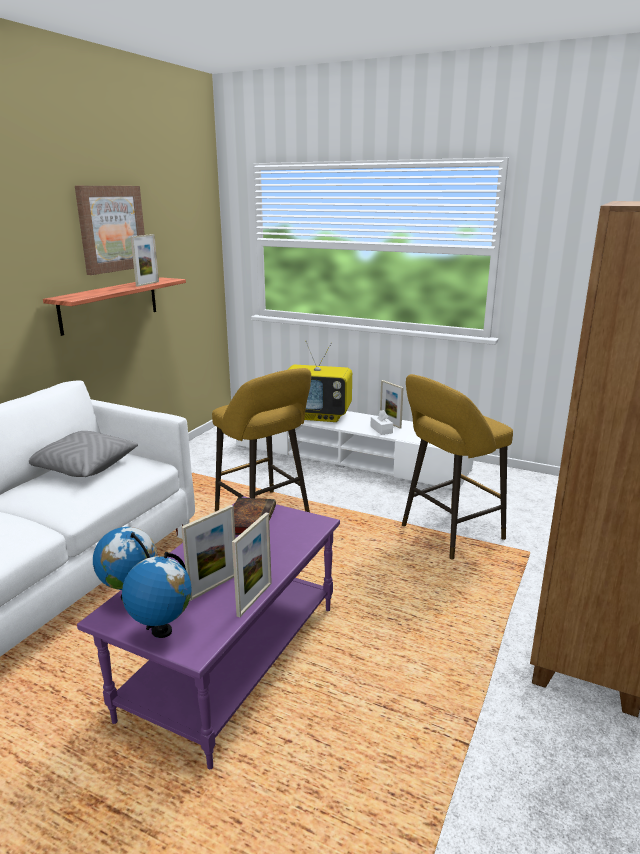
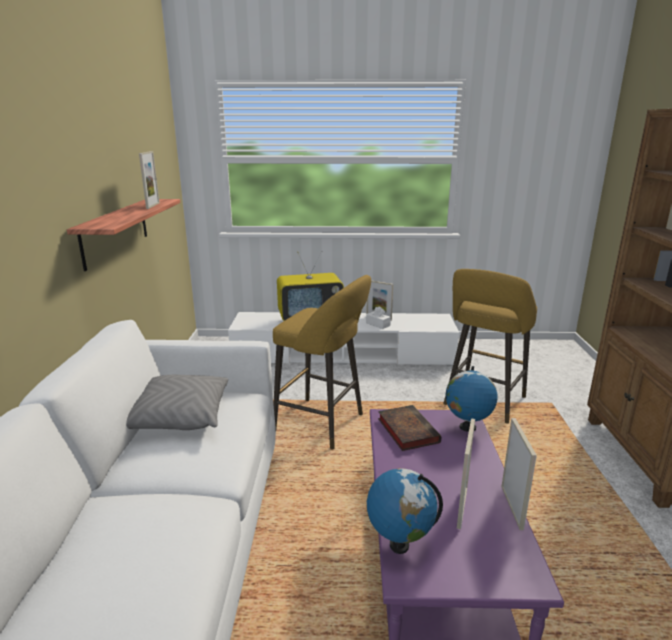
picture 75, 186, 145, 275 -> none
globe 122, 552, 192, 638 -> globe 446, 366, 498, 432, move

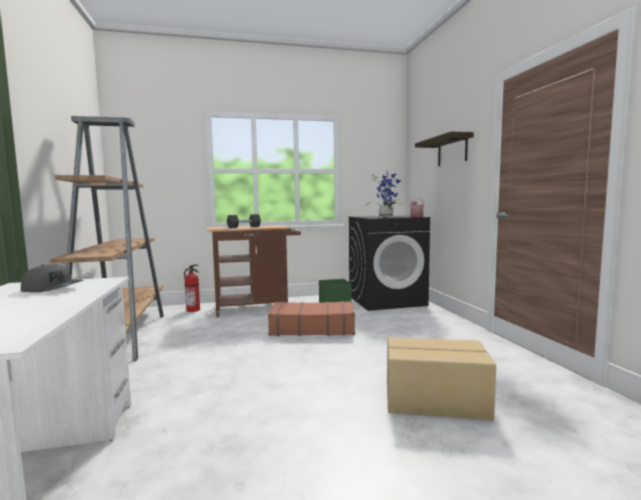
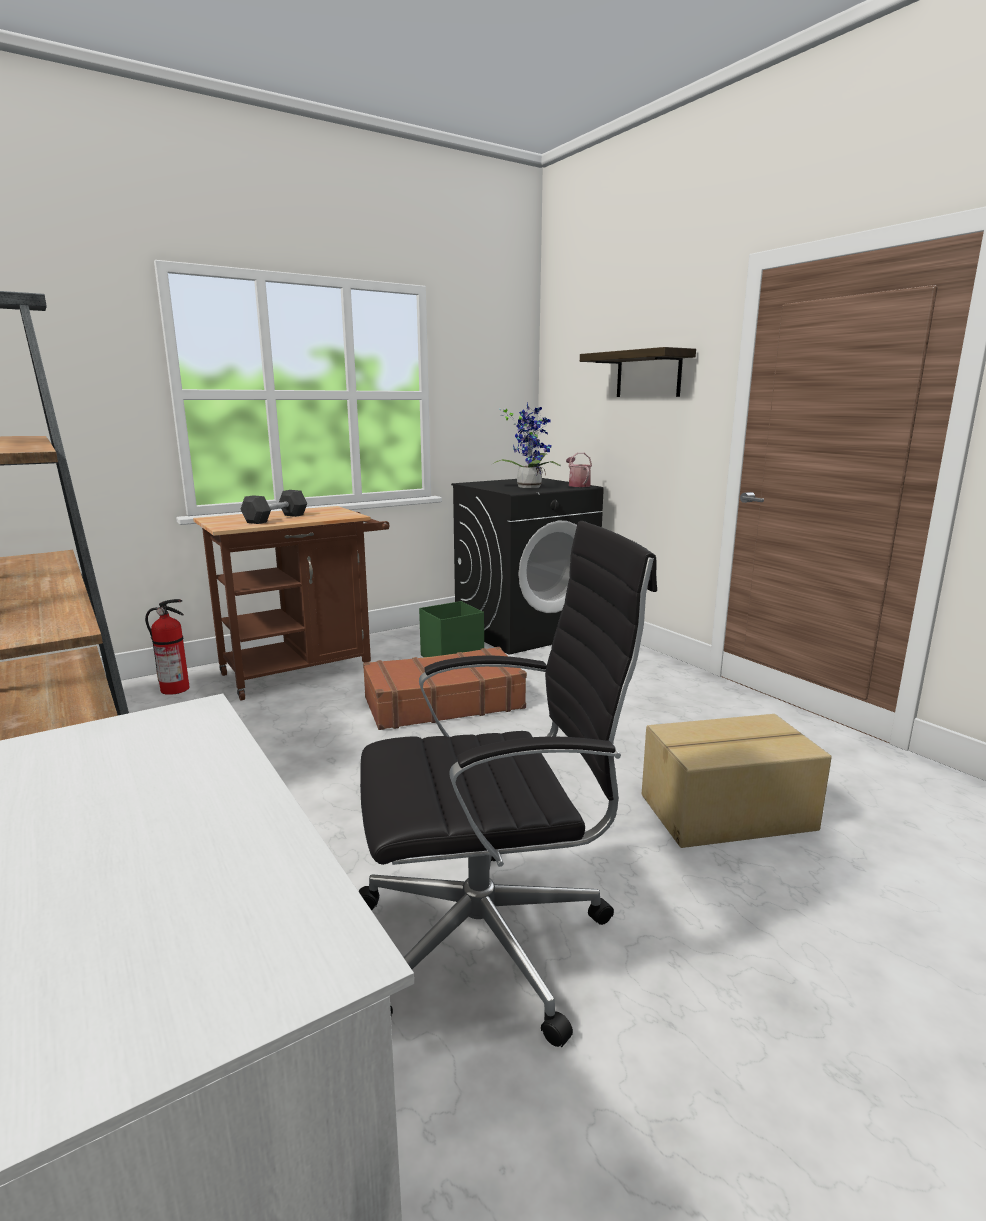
grey cap 21, 264, 83, 292 -> none
none -> black office chair 359, 521, 657, 1047

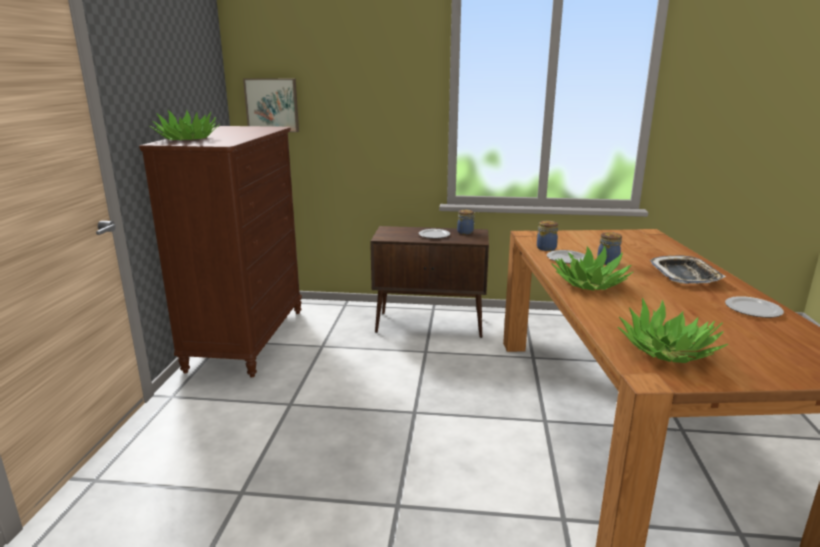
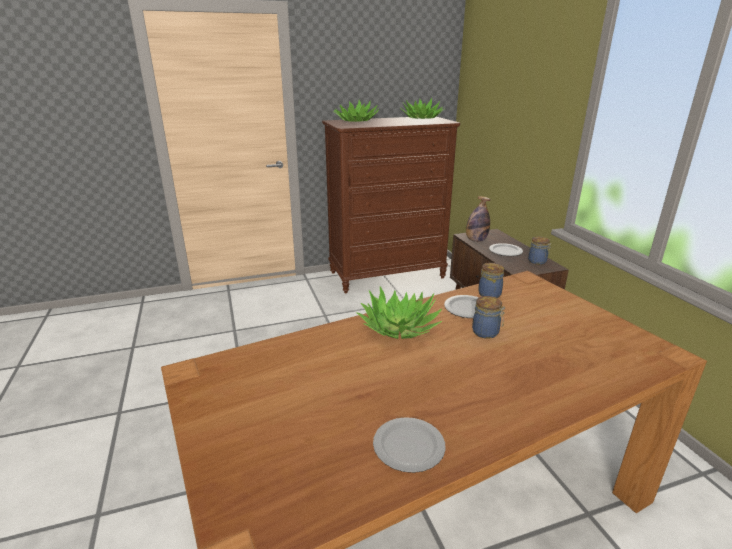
picture 243, 78, 299, 132 -> none
tray 650, 256, 726, 284 -> none
potted plant 617, 298, 728, 363 -> potted plant 401, 98, 444, 119, move
none -> bottle 466, 196, 491, 242

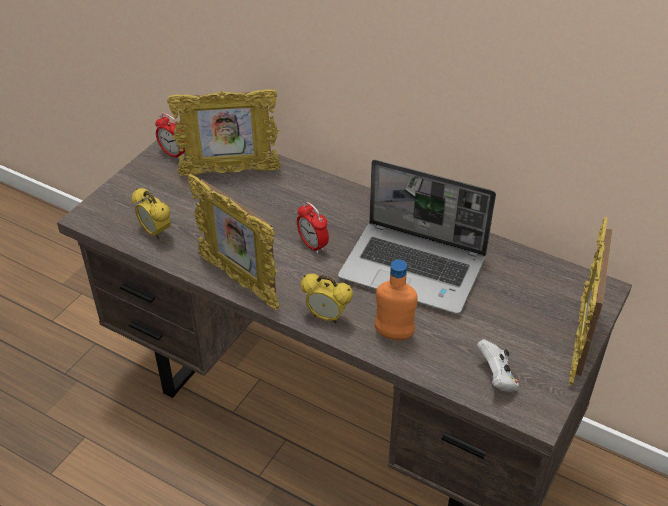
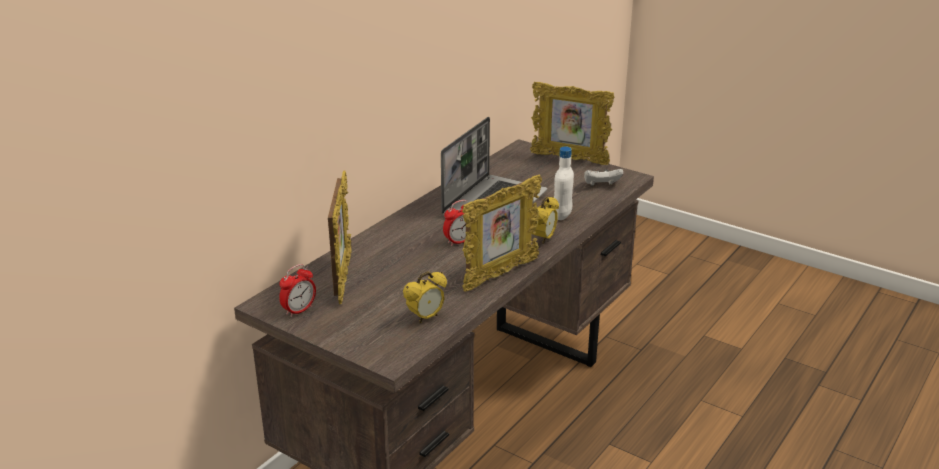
orange bottle 375, 260, 418, 340 -> white bottle 554, 146, 574, 220

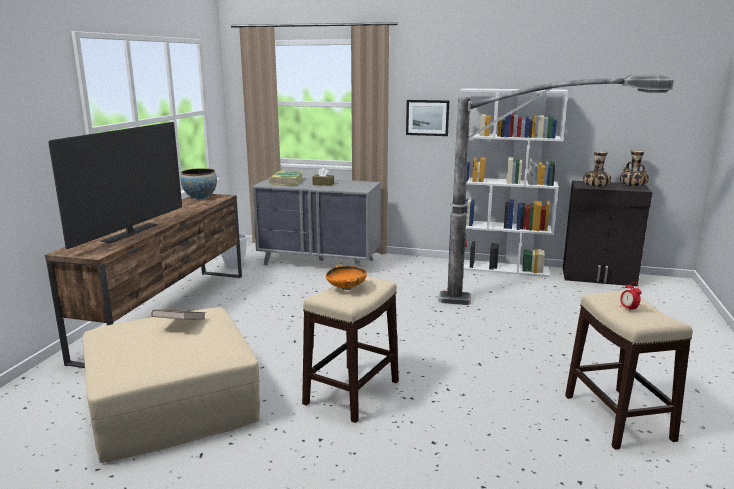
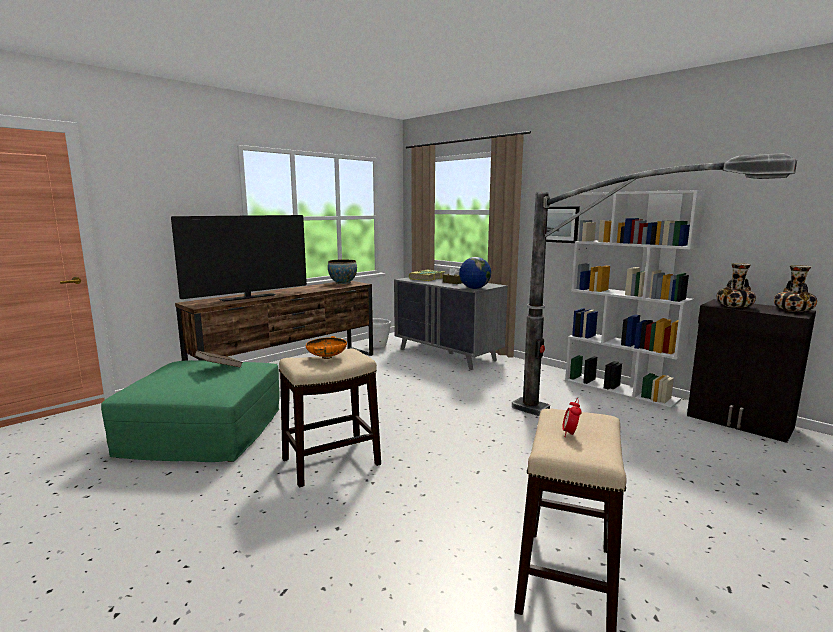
beige ottoman 83, 307, 260, 463 -> green ottoman 101, 360, 280, 462
none -> globe 459, 257, 491, 289

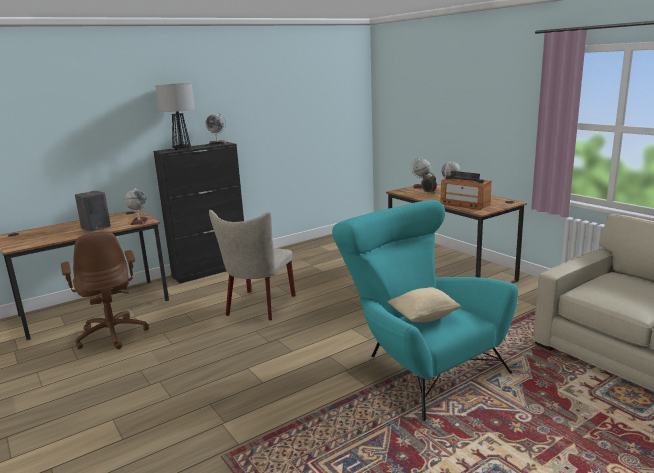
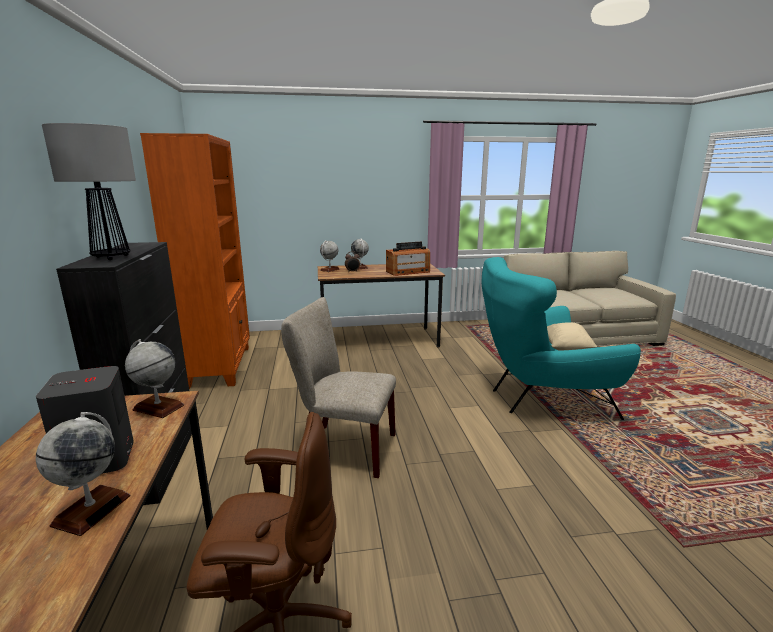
globe 205, 113, 226, 145 -> globe 36, 412, 131, 536, move
beige chair 209, 210, 296, 321 -> beige chair 281, 297, 396, 478, 150 degrees clockwise
none -> orange bookcase 140, 133, 250, 389

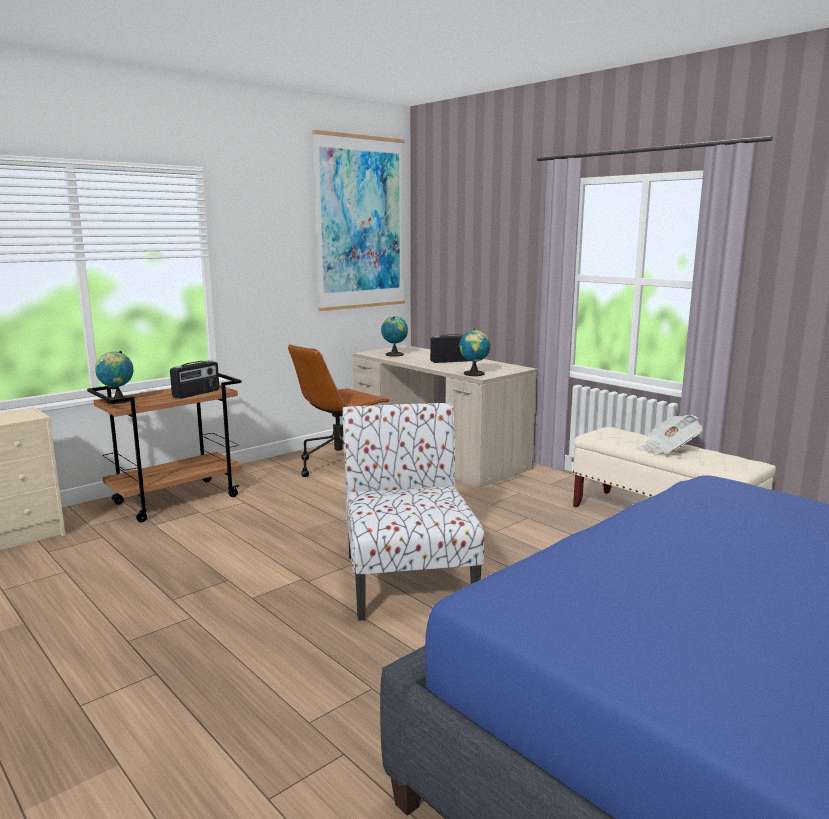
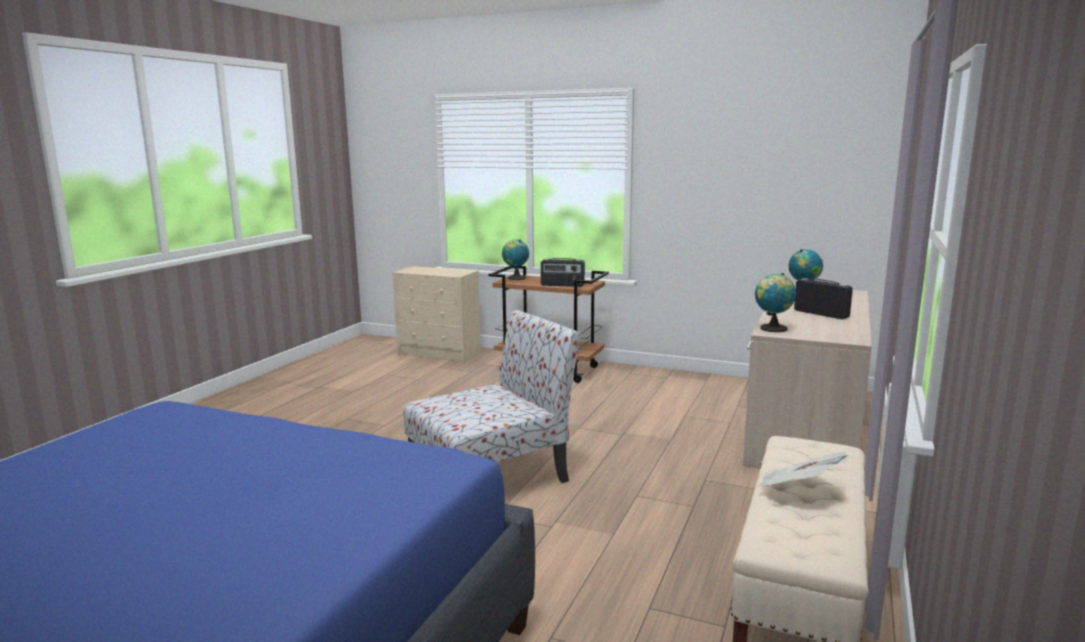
picture 313, 130, 405, 311 -> none
brown office chair 288, 344, 391, 477 -> none

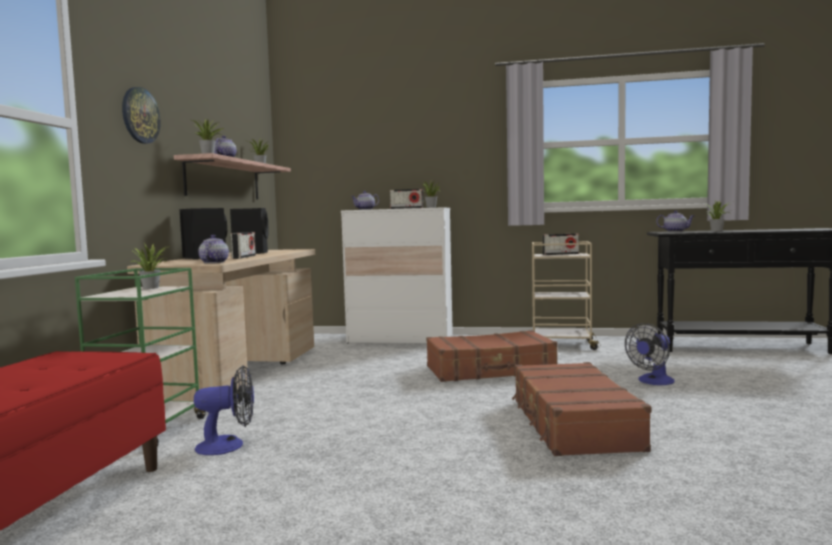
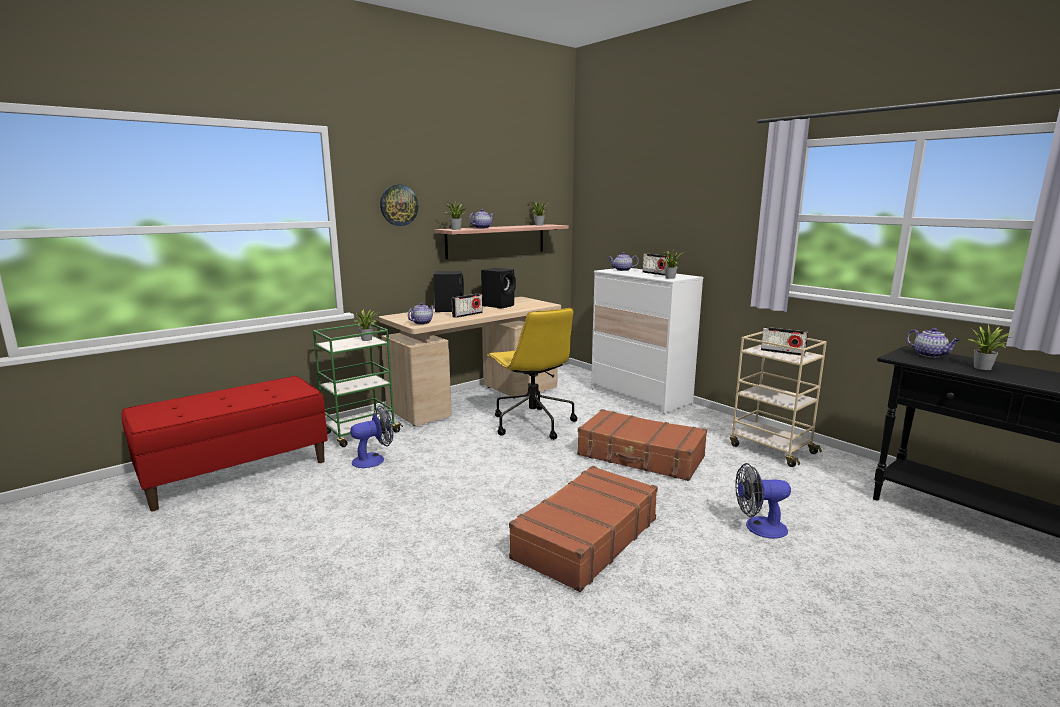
fan 194, 365, 254, 455 -> fan 350, 406, 393, 468, 60 degrees counterclockwise
none -> yellow office chair 487, 308, 577, 440

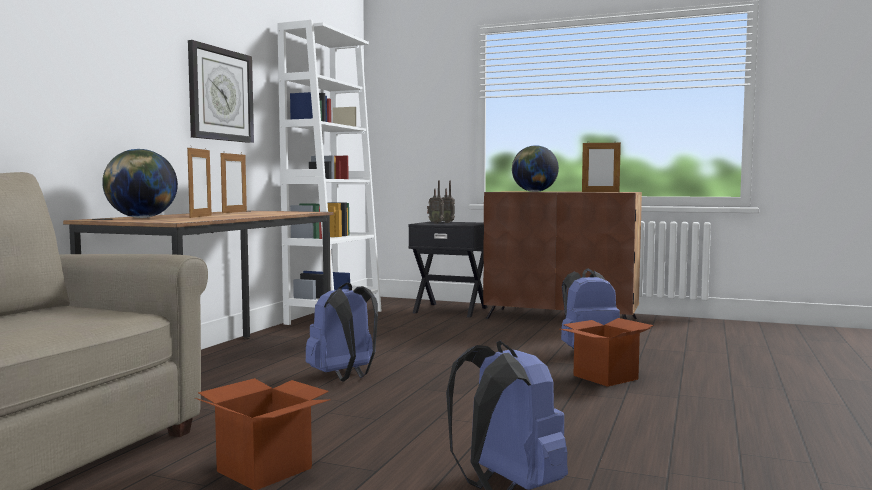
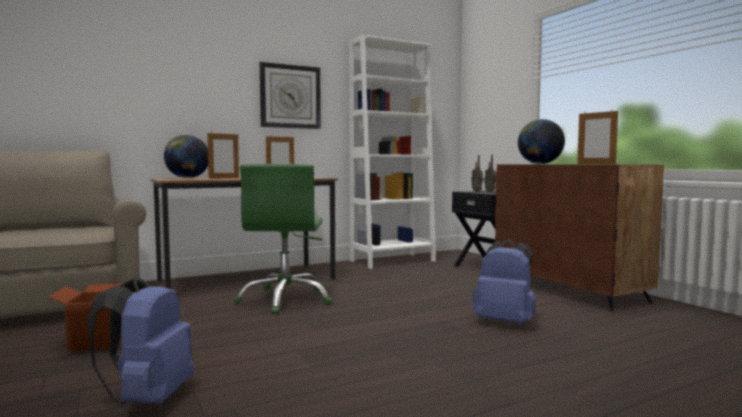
blue backpack 306, 282, 378, 381 -> green office chair 234, 164, 333, 314
cardboard box 560, 318, 654, 387 -> none

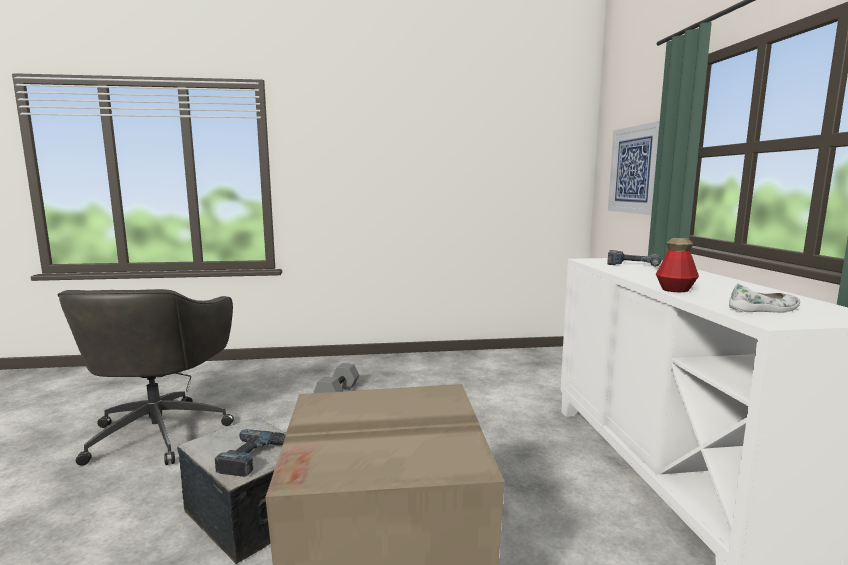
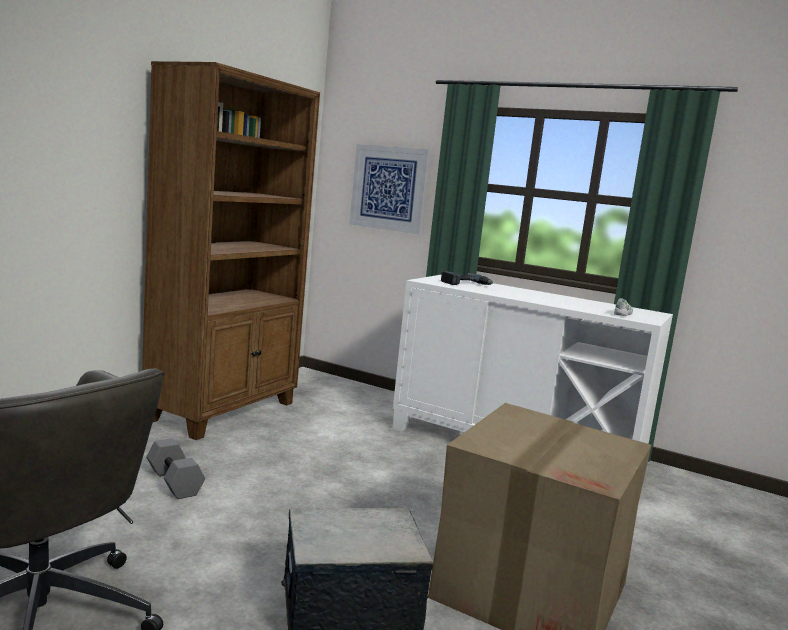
bottle 656, 238, 699, 292 -> none
power drill 215, 429, 286, 477 -> none
none -> brown bookcase 142, 61, 320, 440

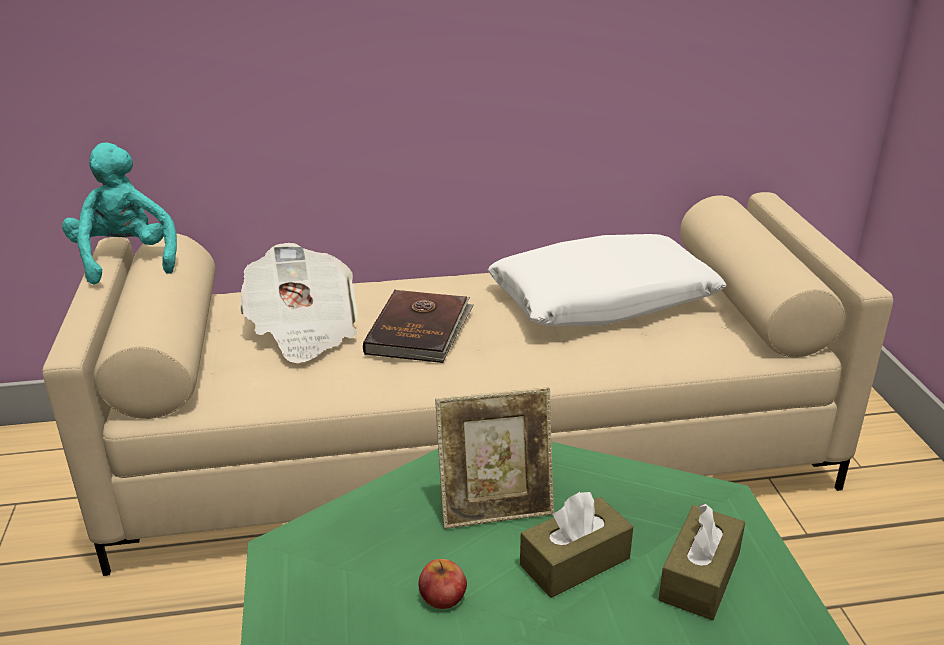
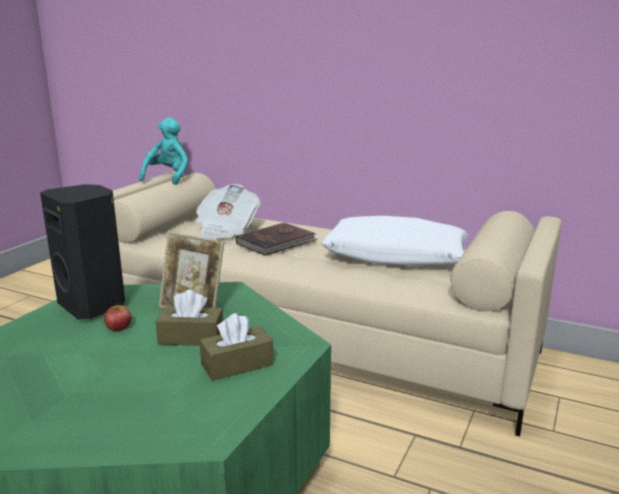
none -> black speaker 40, 184, 125, 319

